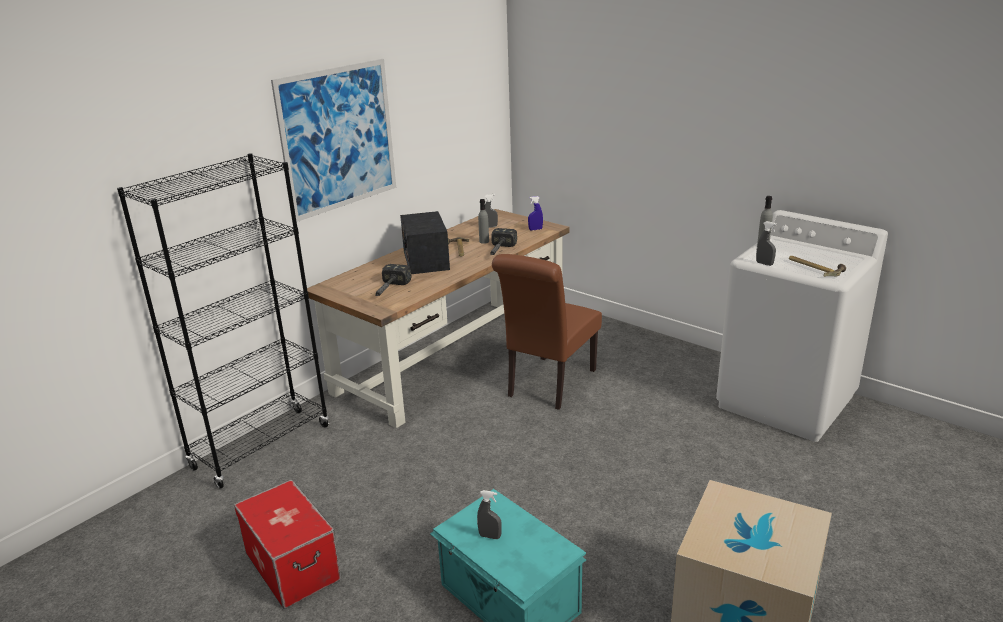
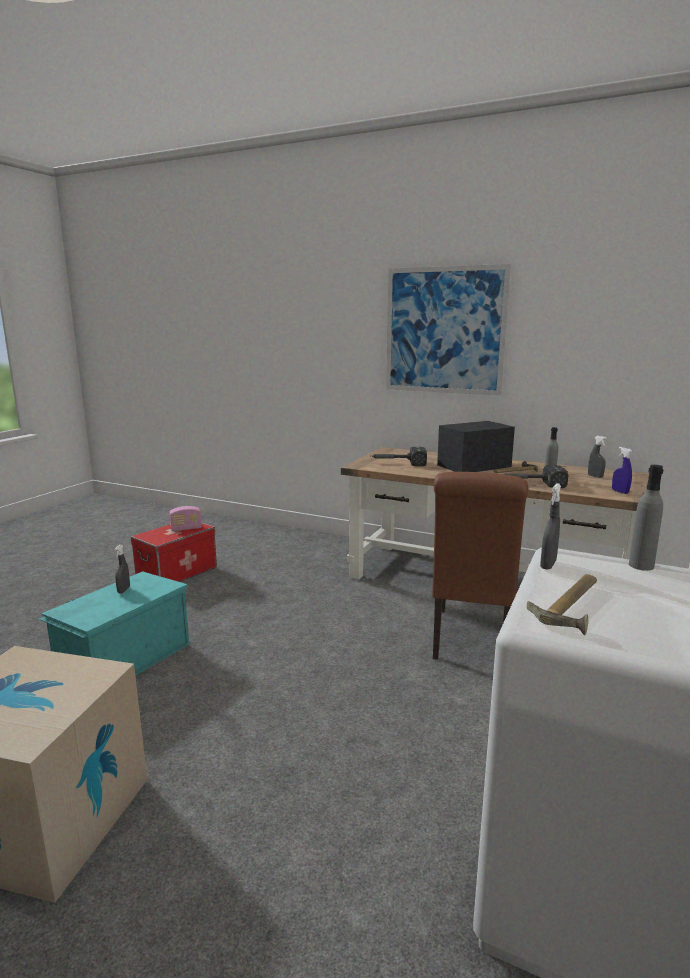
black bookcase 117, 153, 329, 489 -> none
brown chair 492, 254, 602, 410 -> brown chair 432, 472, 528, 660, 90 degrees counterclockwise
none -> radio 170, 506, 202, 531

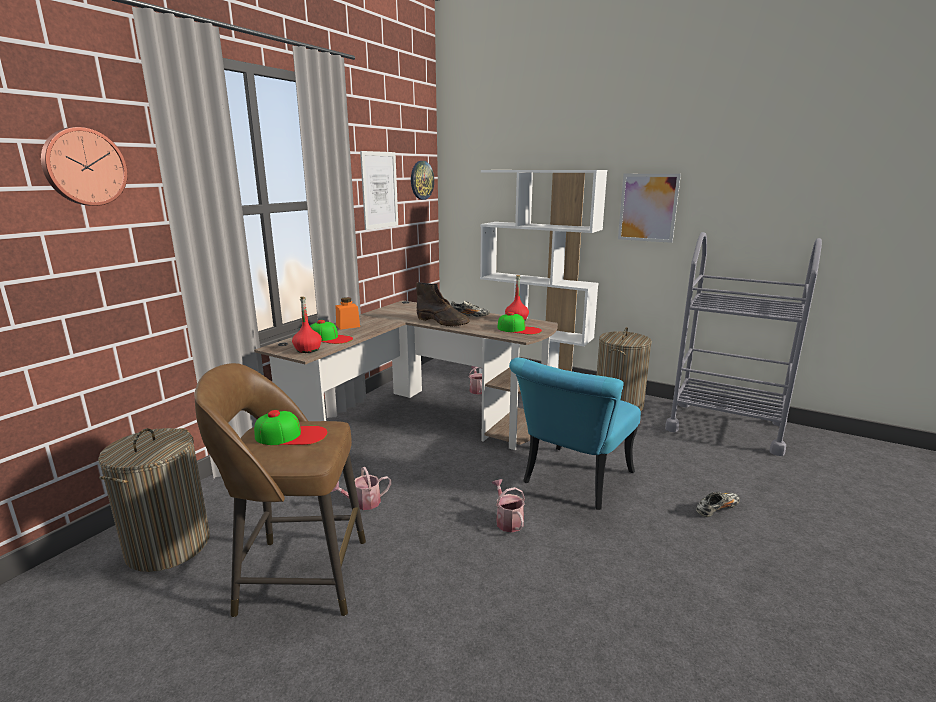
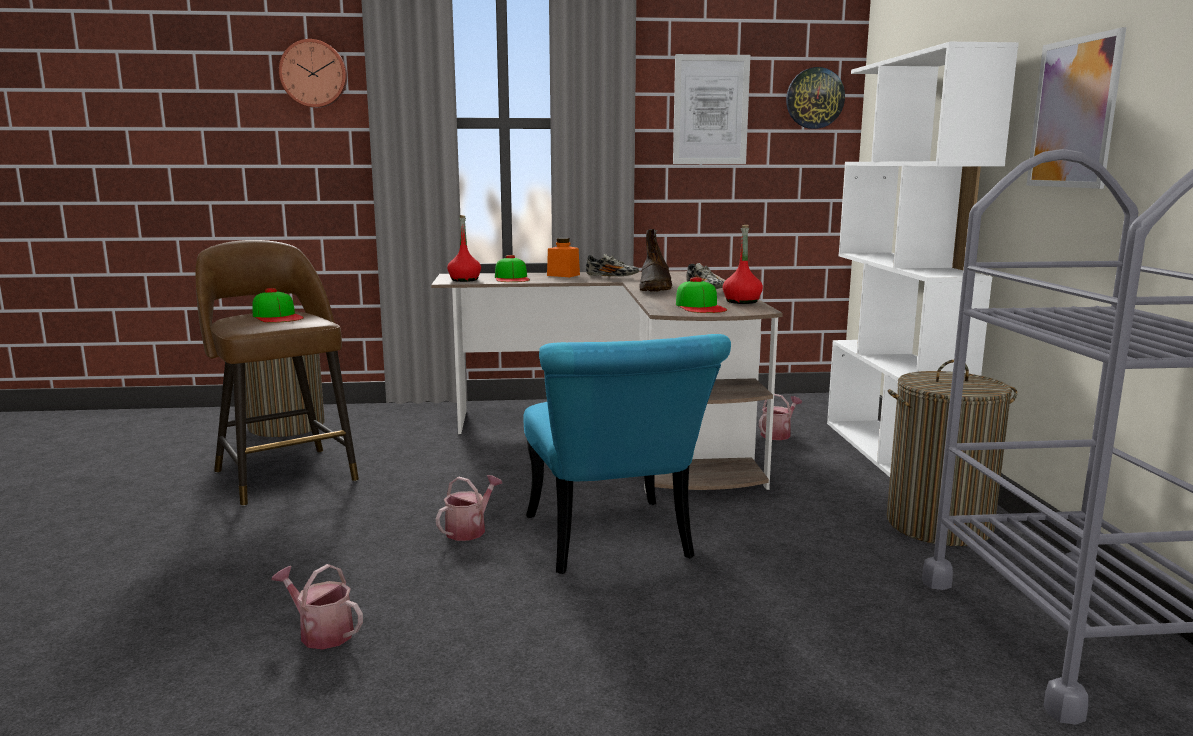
turquoise chair 509, 358, 641, 510 -> turquoise chair 524, 334, 731, 574, 105 degrees counterclockwise
watering can 331, 467, 391, 510 -> watering can 271, 564, 363, 649, move
shoe 696, 492, 740, 517 -> shoe 586, 254, 639, 277, move

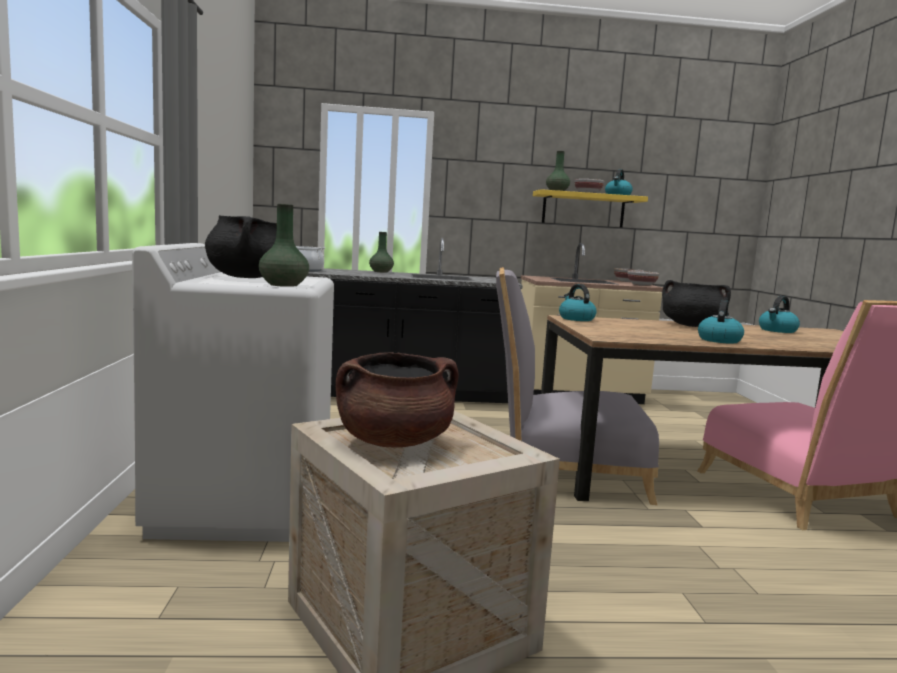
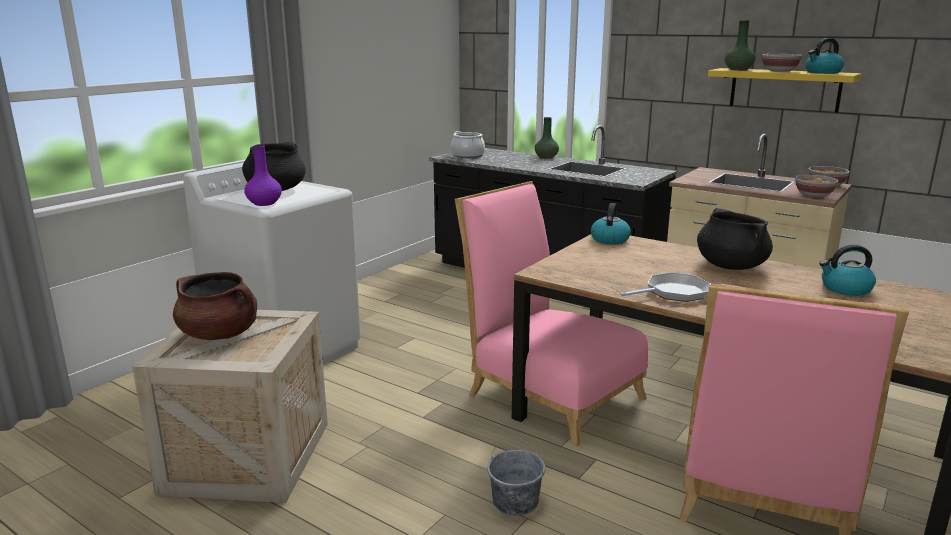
green vase 259, 204, 309, 287 -> purple vase 244, 145, 282, 206
grey chair 496, 267, 659, 505 -> pink chair 455, 181, 648, 446
kettle 698, 300, 744, 344 -> frying pan 621, 273, 711, 302
none -> grey bucket 487, 437, 546, 516

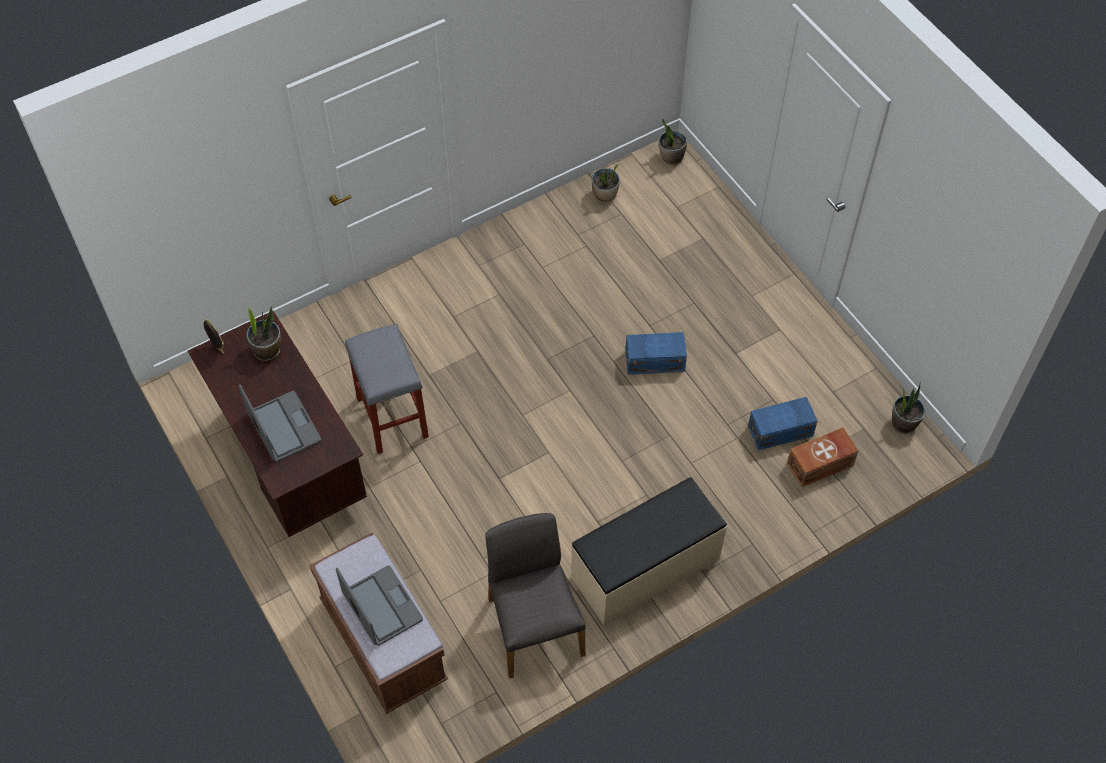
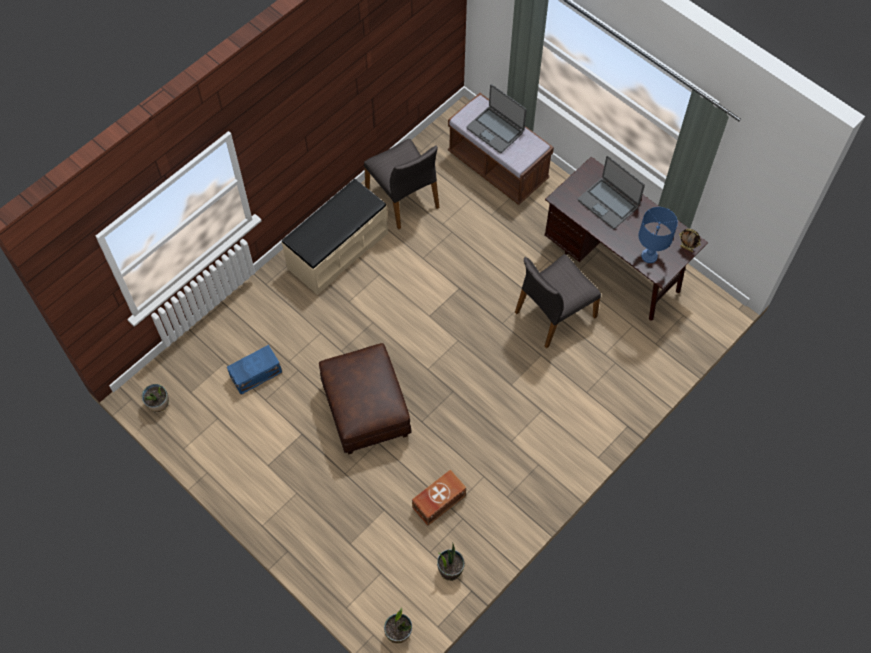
potted plant 247, 306, 281, 361 -> blue table lamp 638, 207, 678, 263
grey stool 345, 324, 429, 454 -> grey chair 515, 254, 601, 349
blue storage box 625, 332, 687, 375 -> brown ottoman 319, 343, 412, 454
brown storage box 787, 428, 858, 487 -> brown storage box 412, 470, 466, 526, move

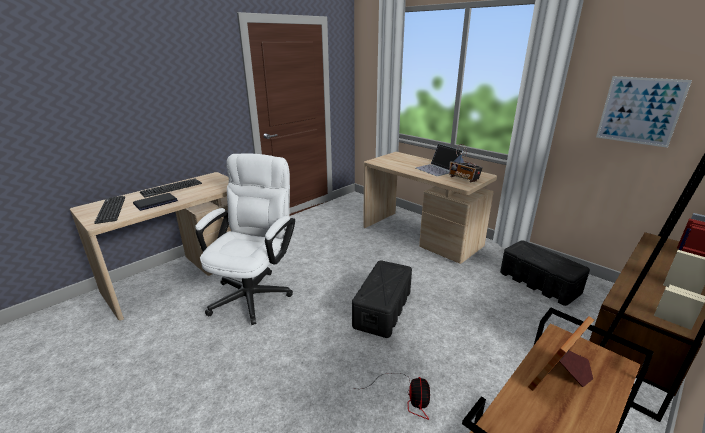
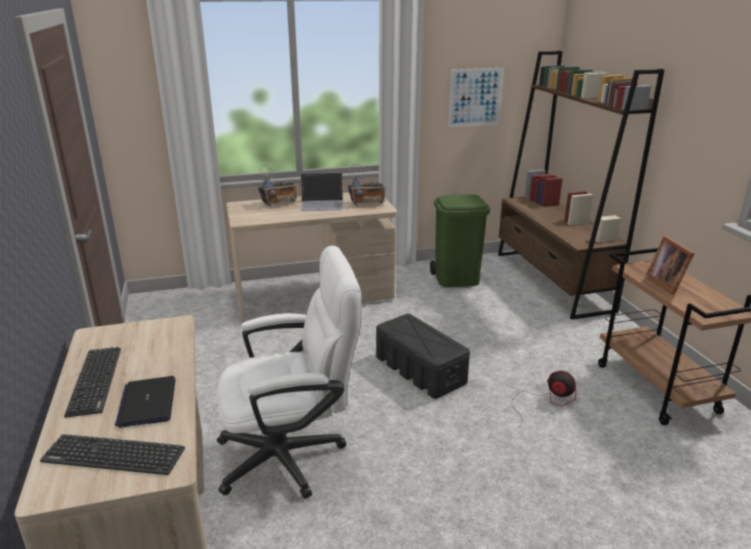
white office chair 195, 153, 295, 325 -> white office chair 217, 246, 362, 499, 120 degrees clockwise
black storage box 500, 240, 590, 306 -> green trash can 430, 194, 490, 287
none -> radio 258, 165, 297, 206

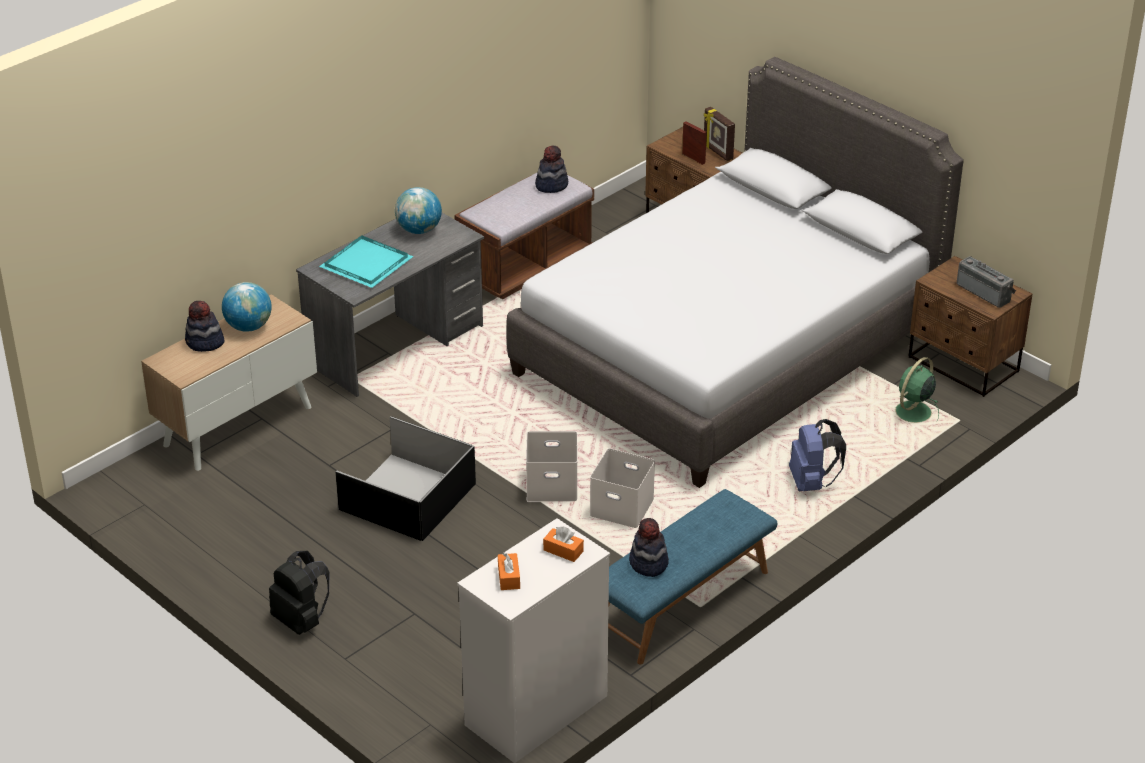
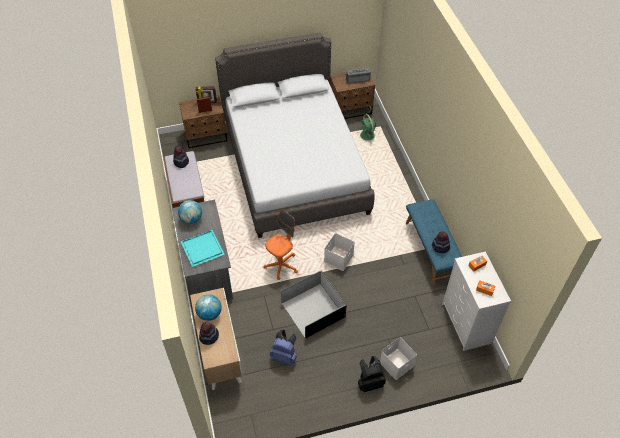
blue backpack 789, 419, 846, 491 -> blue backpack 270, 330, 296, 366, move
white storage box 590, 448, 655, 528 -> white storage box 380, 337, 417, 380, move
none -> orange office chair 264, 210, 298, 280

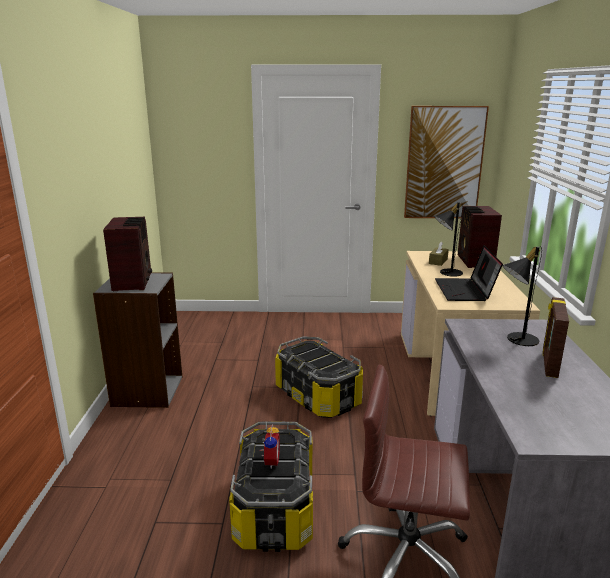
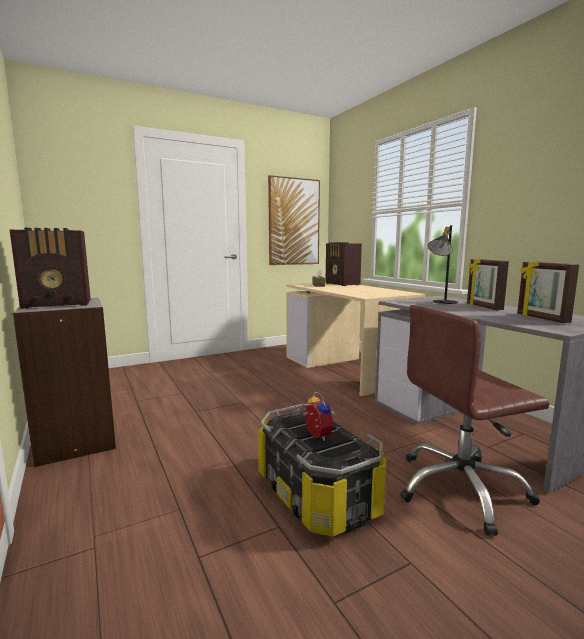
black table lamp 434, 202, 463, 277 -> none
radio 103, 217, 152, 291 -> radio 10, 228, 91, 309, 105 degrees clockwise
laptop 435, 246, 503, 301 -> none
storage box 275, 336, 363, 418 -> none
none -> picture frame 517, 260, 579, 323

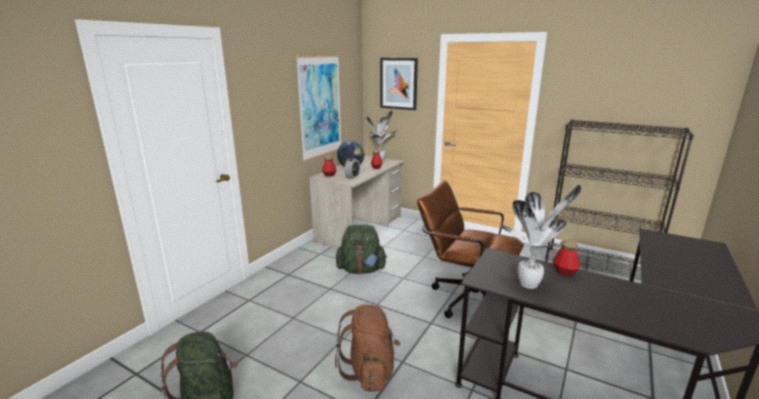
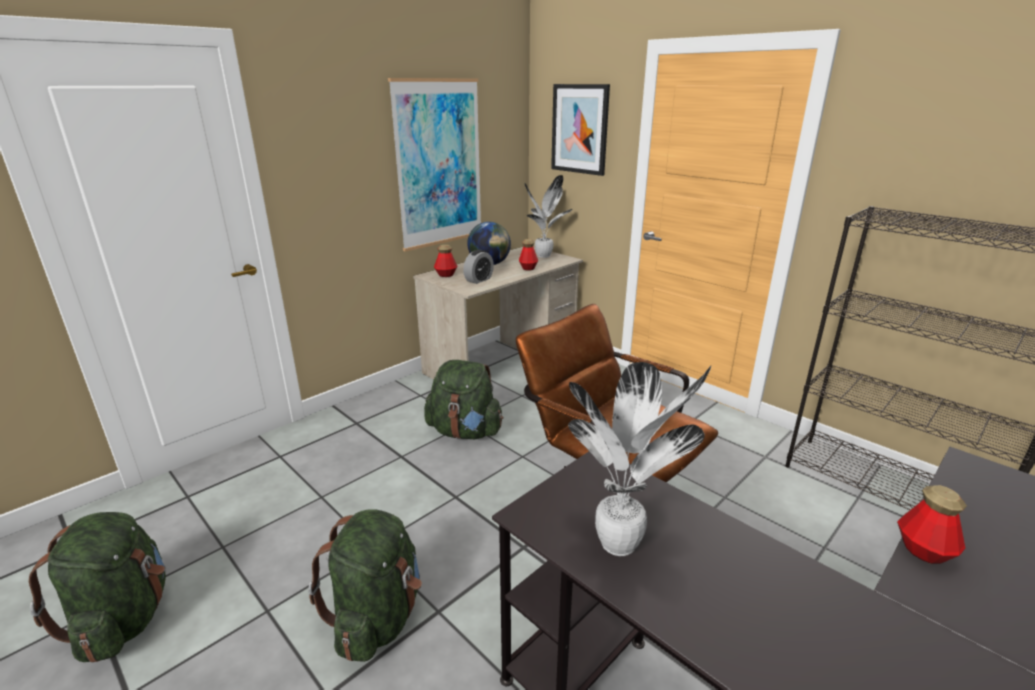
bottle 552, 239, 581, 276 -> bottle 897, 485, 967, 564, move
brown backpack 335, 304, 401, 392 -> green backpack 308, 509, 422, 662

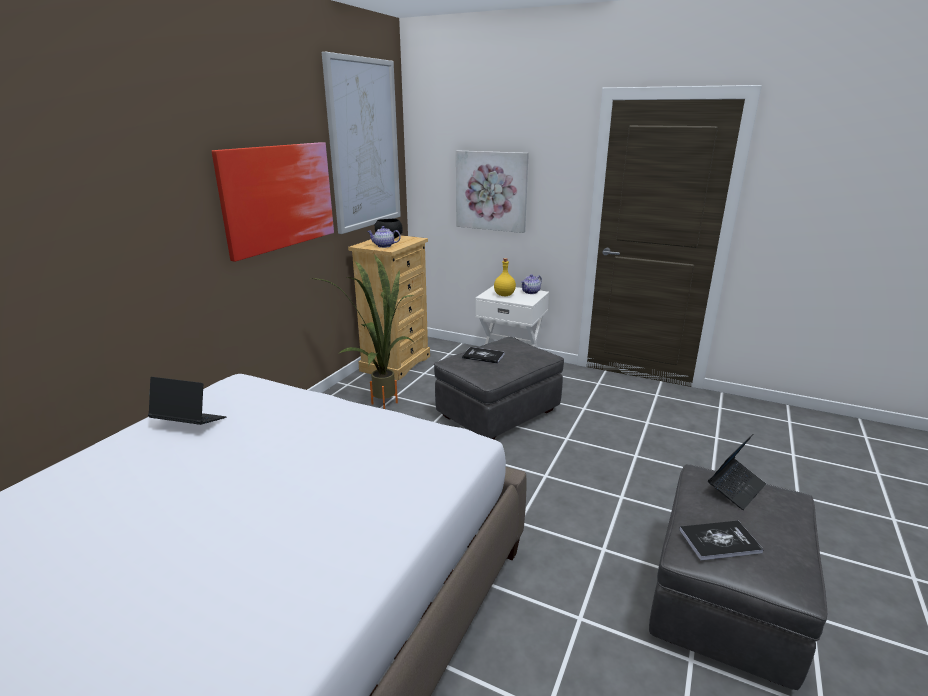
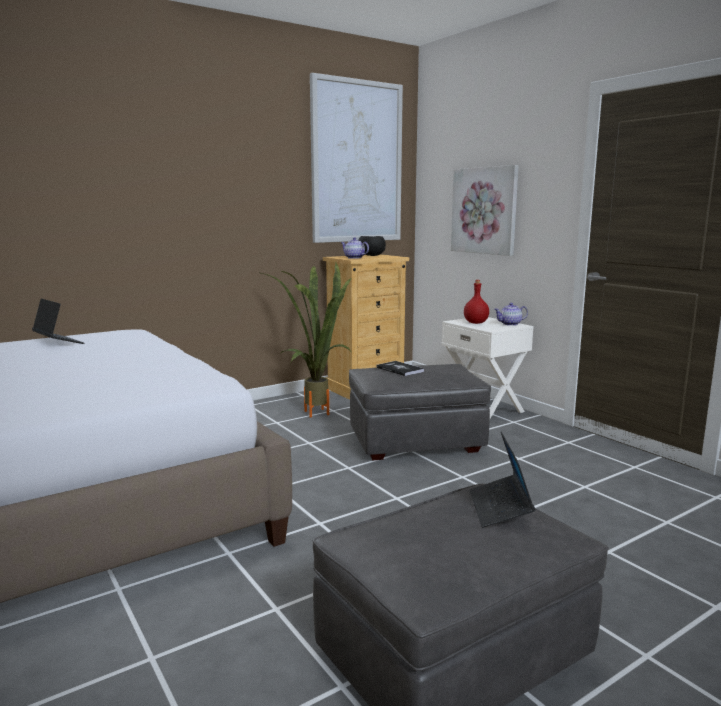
picture 212, 142, 334, 262 -> none
yellow bottle 494, 258, 516, 296 -> red bottle 464, 280, 489, 324
laptop 708, 434, 766, 510 -> laptop 469, 432, 535, 528, 105 degrees clockwise
book 679, 521, 764, 560 -> none

